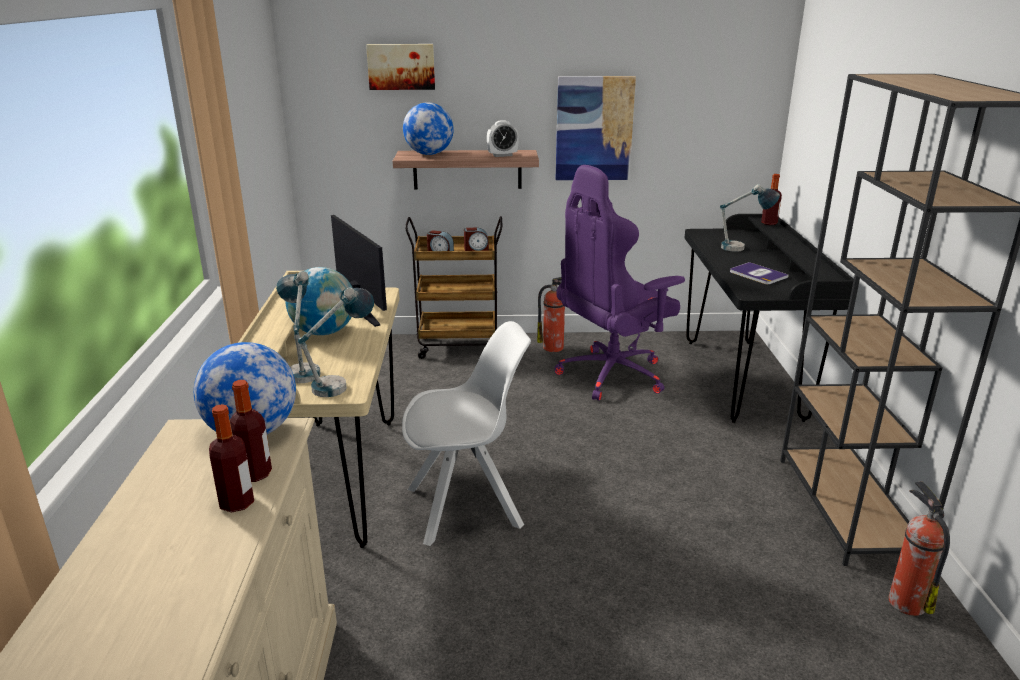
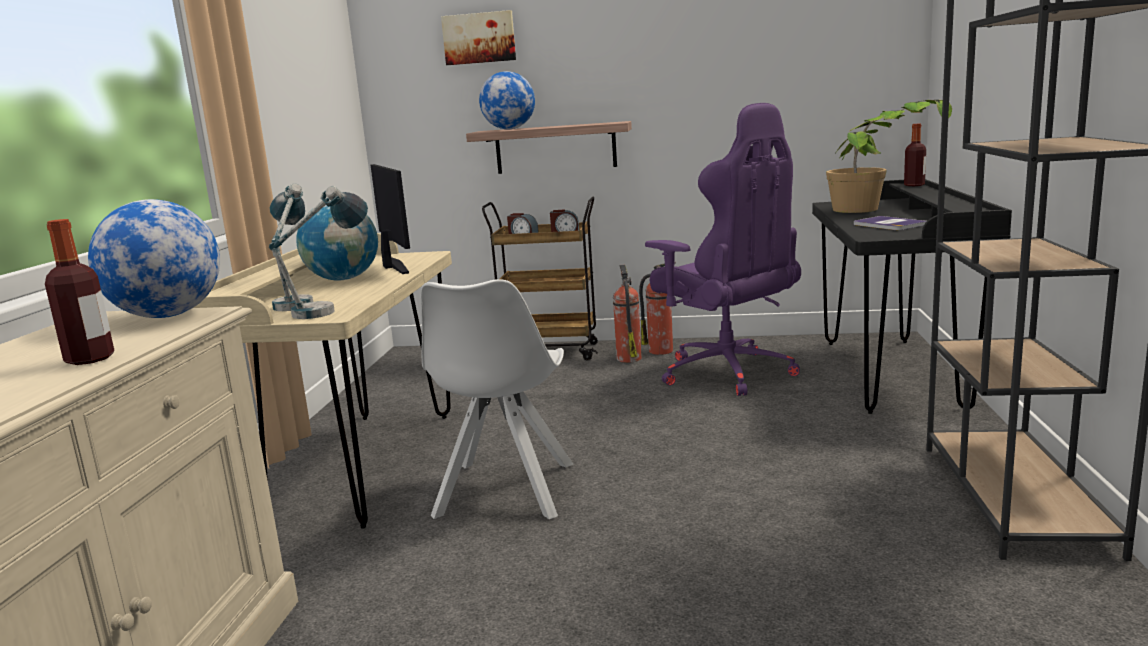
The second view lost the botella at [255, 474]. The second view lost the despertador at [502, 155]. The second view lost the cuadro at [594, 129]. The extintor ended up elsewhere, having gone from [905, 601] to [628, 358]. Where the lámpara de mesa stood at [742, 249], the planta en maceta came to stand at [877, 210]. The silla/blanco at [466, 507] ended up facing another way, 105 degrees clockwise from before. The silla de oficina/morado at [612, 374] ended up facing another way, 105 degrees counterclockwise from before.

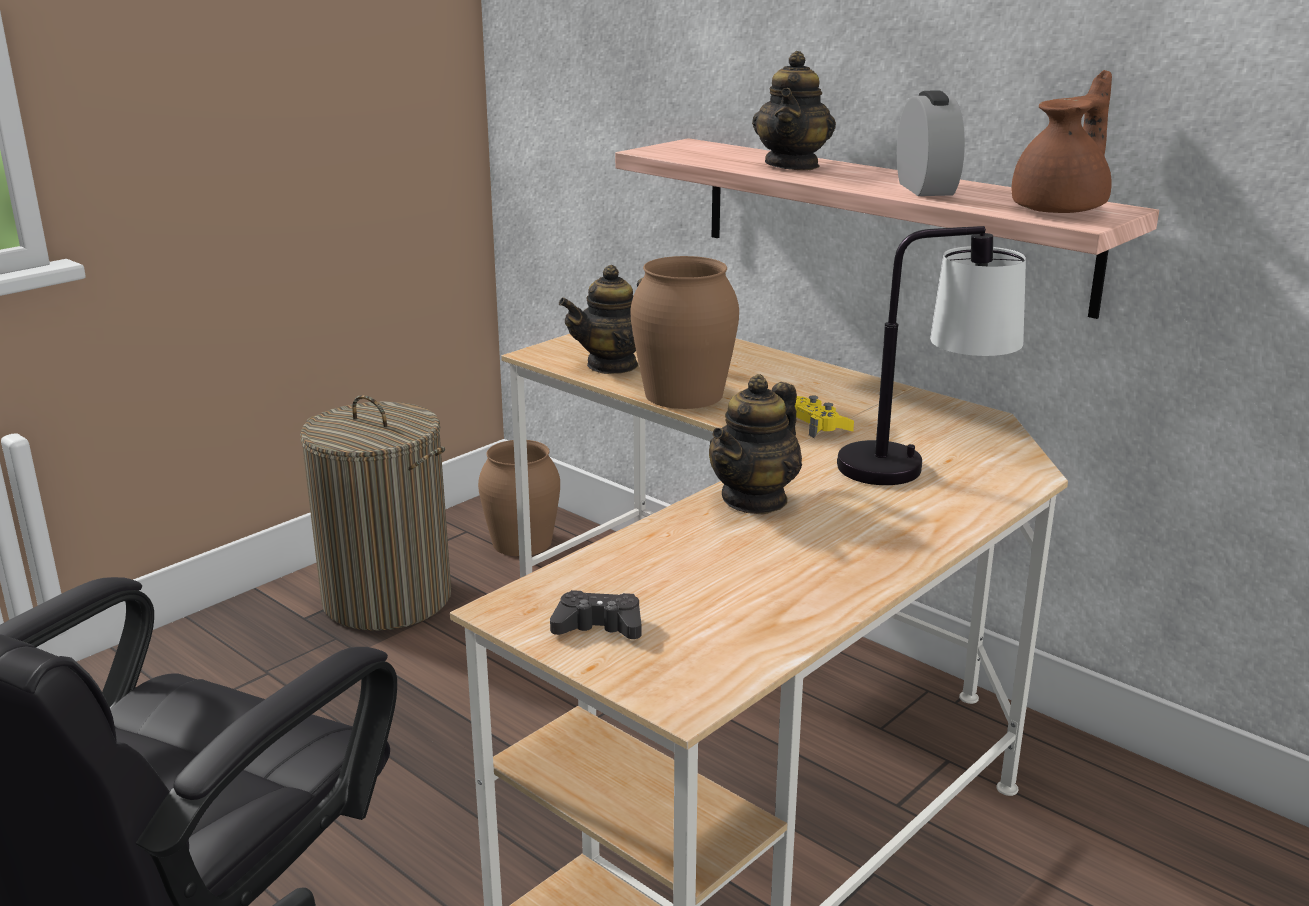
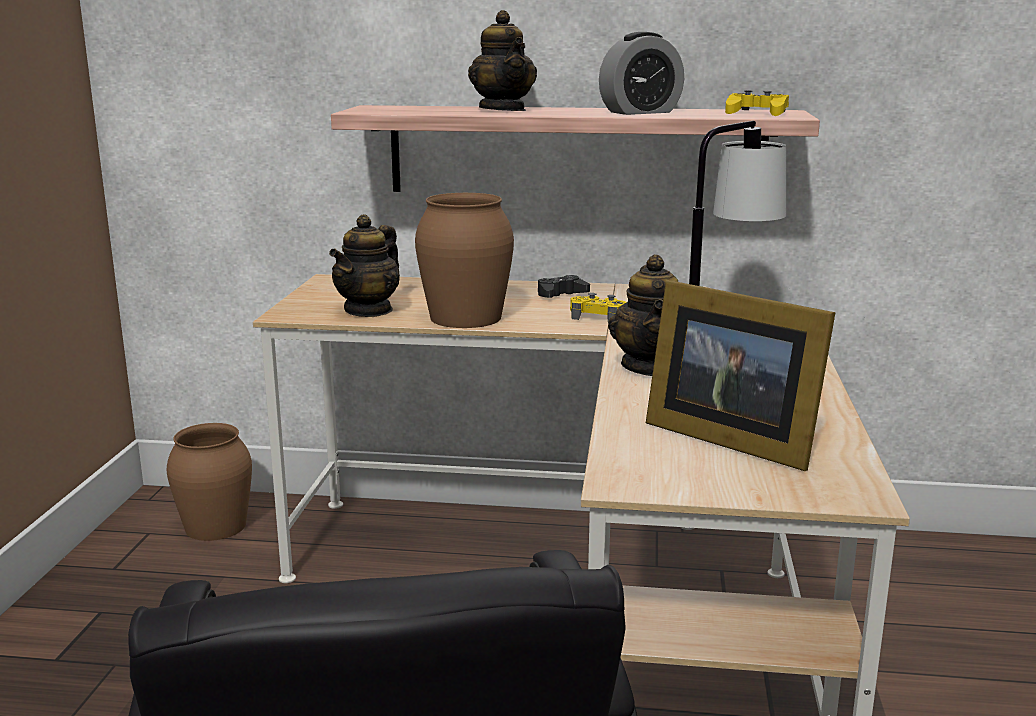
The second view lost the cesto de la ropa at [387, 598]. The second view gained the portarretratos at [729, 437]. The mando de consola/negro ended up elsewhere, having gone from [599, 626] to [561, 294]. Where the tetera/marrón stood at [1062, 209], the mando de consola/amarillo came to stand at [757, 113]. The despertador at [925, 189] ended up facing another way, 105 degrees clockwise from before.

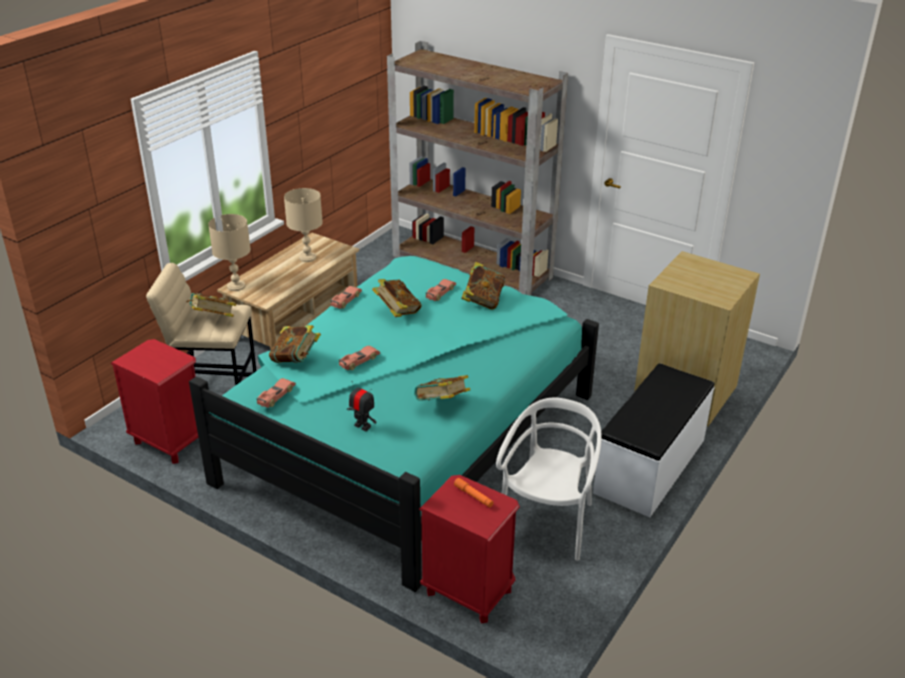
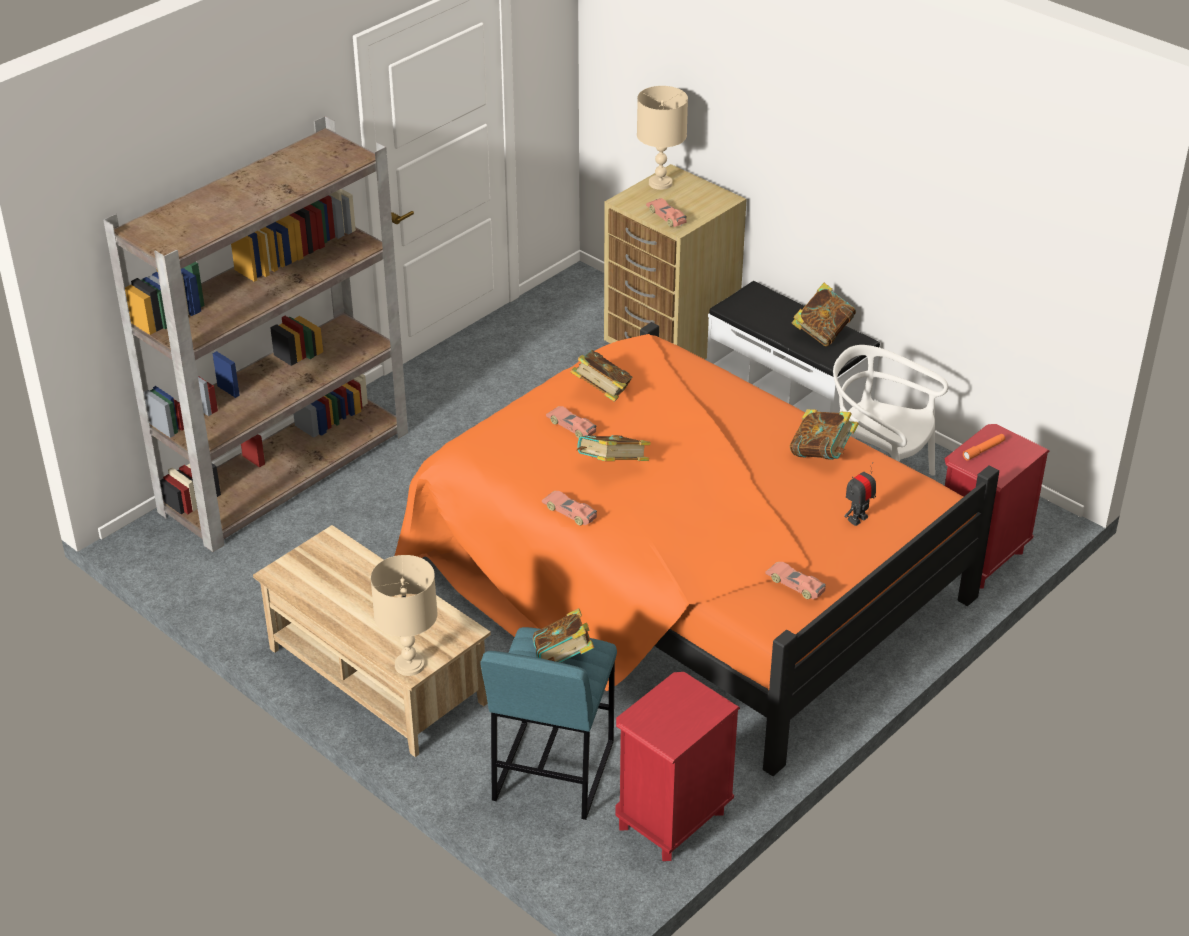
The libro ended up elsewhere, having gone from [296, 360] to [822, 333]. The lámpara de mesa/beis ended up elsewhere, having gone from [307, 258] to [660, 183]. The coche de juguete ended up elsewhere, having gone from [359, 361] to [667, 217]. What was the taburete/beis at [213, 391] turned into the taburete/azul at [552, 773]. What was the cama/turquesa at [405, 428] turned into the cama/naranja at [684, 578].

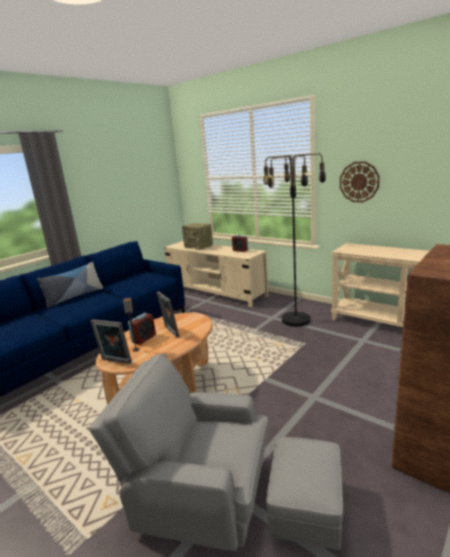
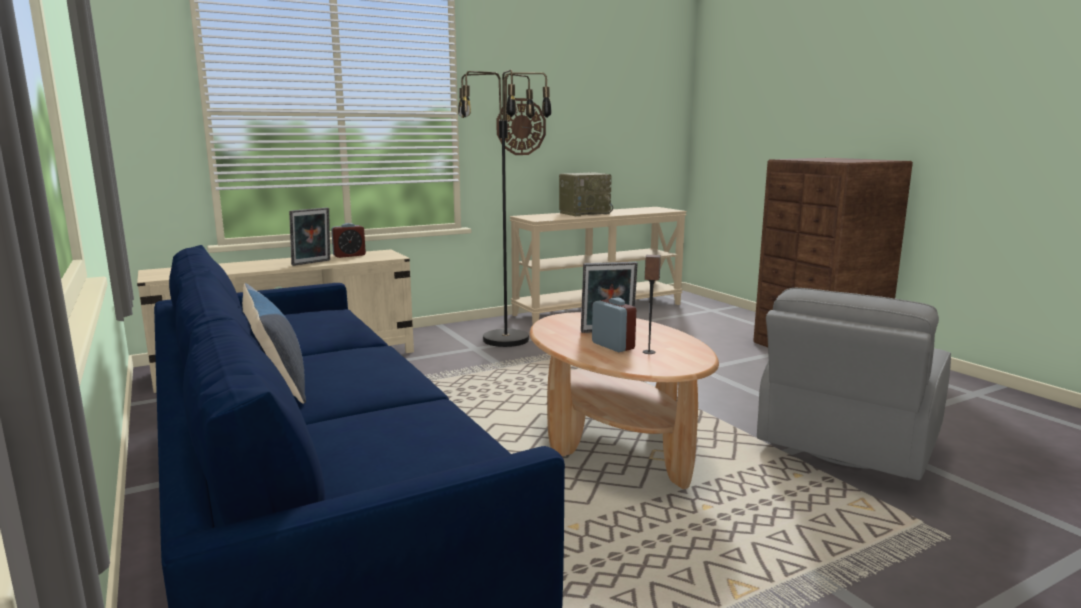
The portarretratos ended up elsewhere, having gone from [115, 362] to [312, 263]. The radio ended up elsewhere, having gone from [199, 246] to [585, 213].

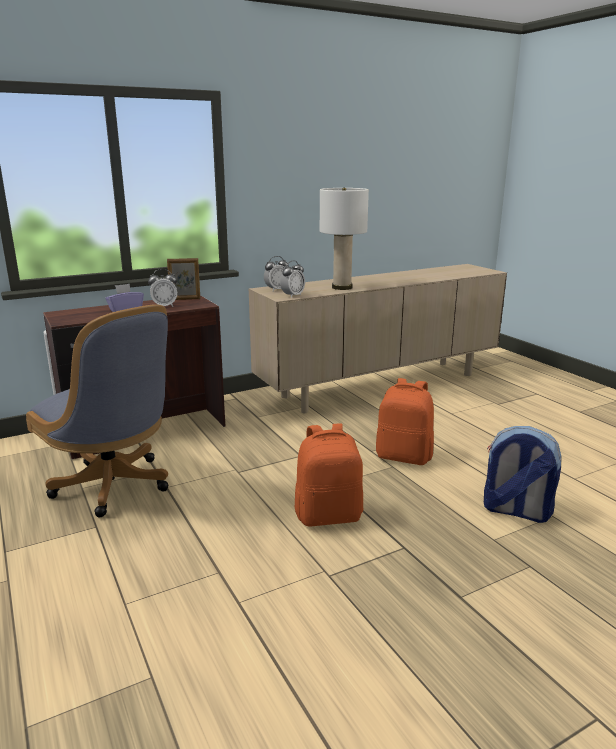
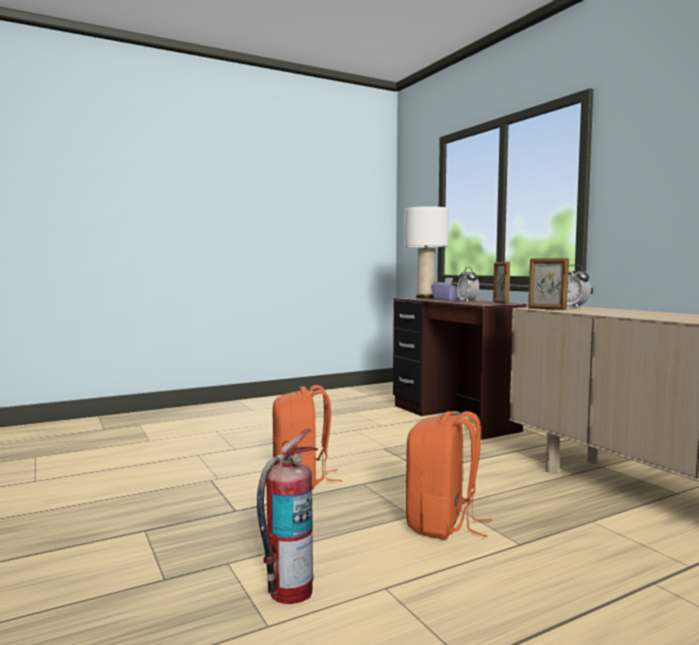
The second view lost the silla de oficina/azul at [118, 489]. The lámpara de mesa/blanco ended up elsewhere, having gone from [341, 287] to [425, 298]. Where the despertador stood at [292, 295], the portarretratos came to stand at [547, 309]. Where the mochila stood at [515, 511], the extintor came to stand at [289, 591].

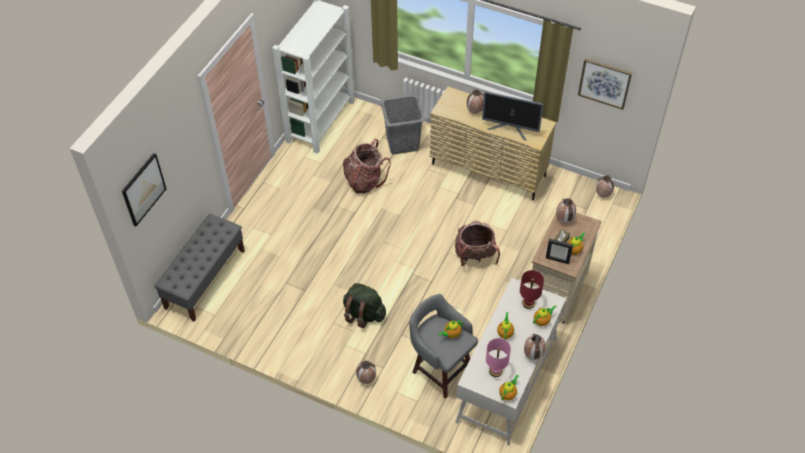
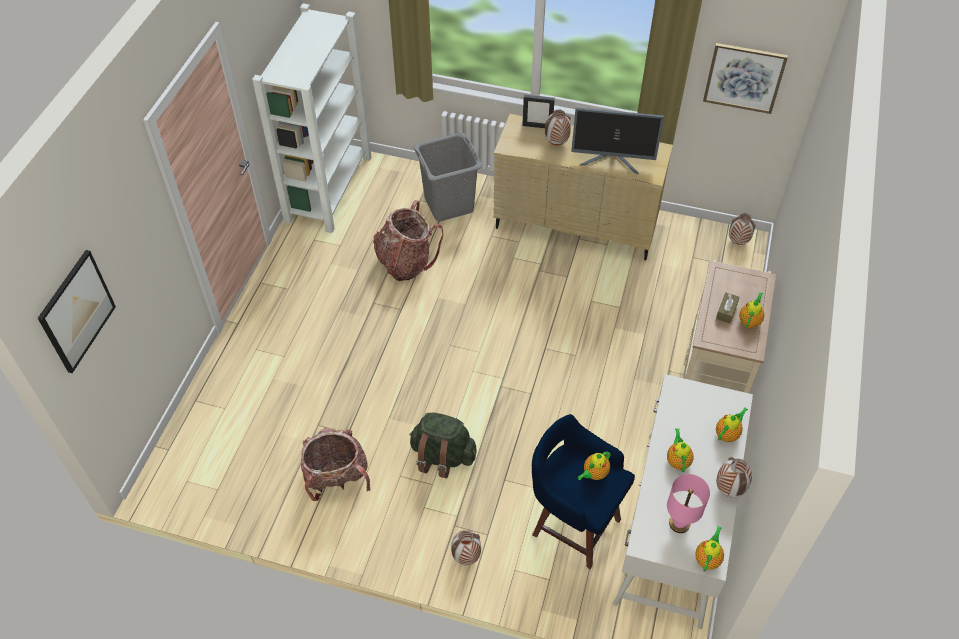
The second view lost the banco/gris at [205, 279]. The second view lost the lámpara de mesa/rojo at [528, 303]. The second view lost the florero at [564, 220]. The mochila ended up elsewhere, having gone from [475, 256] to [337, 478]. The portarretratos ended up elsewhere, having gone from [557, 259] to [537, 125]. What was the taburete/gris at [440, 369] turned into the taburete/azul at [573, 525].

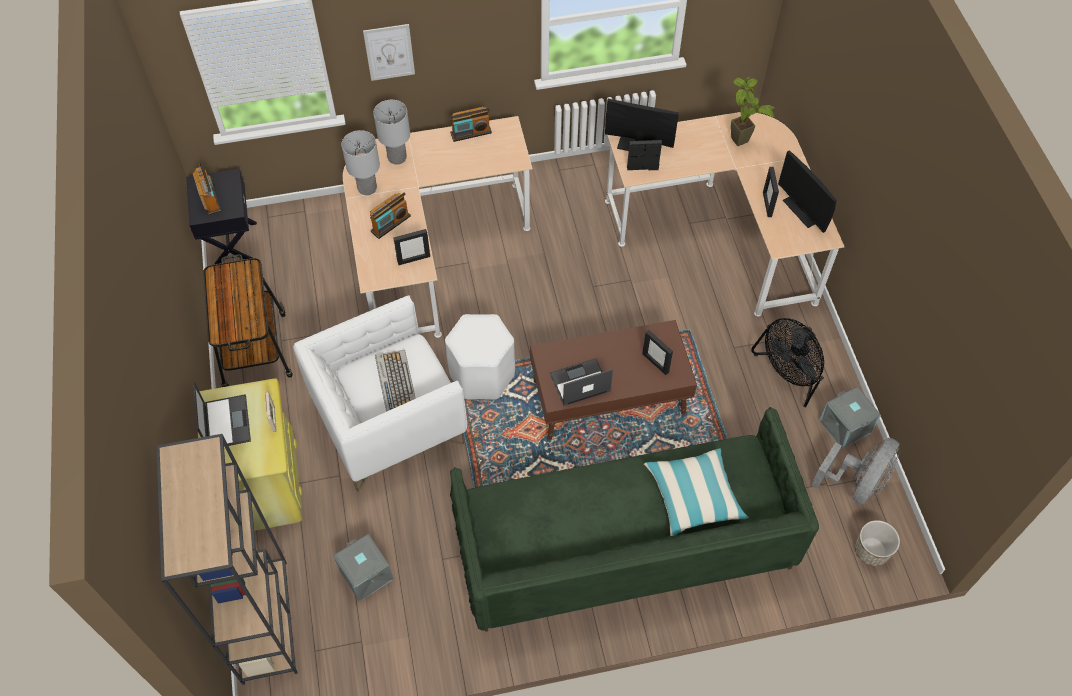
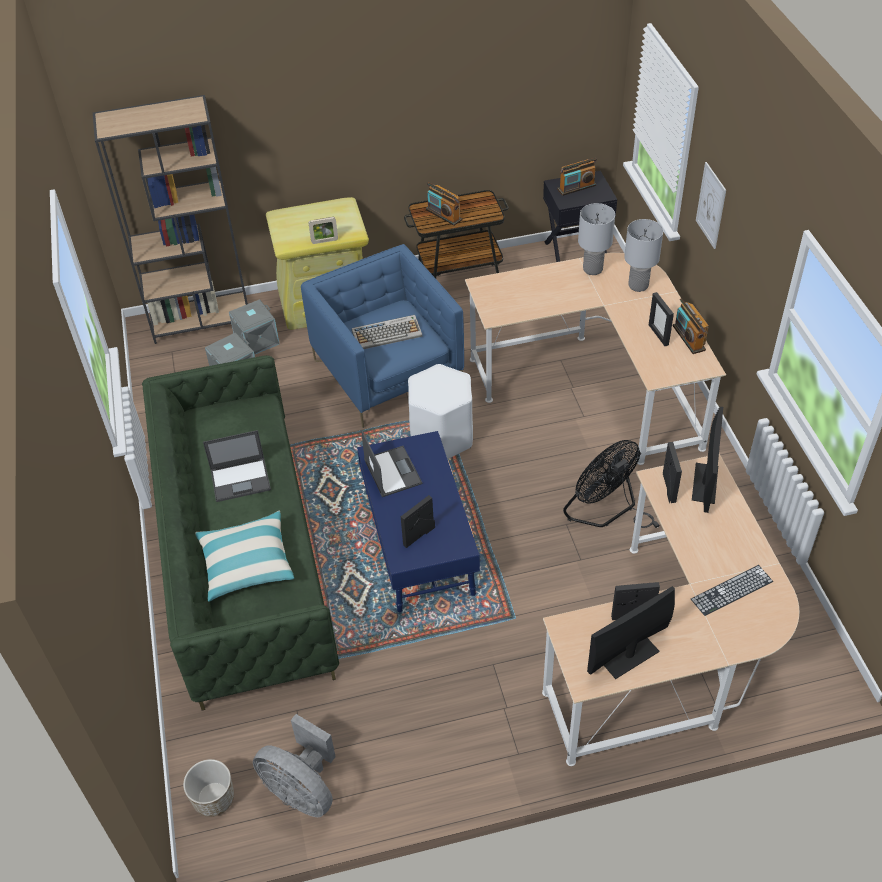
The portátil ended up elsewhere, having gone from [226, 421] to [241, 479]. The radio ended up elsewhere, having gone from [390, 224] to [444, 215]. The portarretratos ended up elsewhere, having gone from [413, 258] to [659, 334]. The ventilador/negro ended up elsewhere, having gone from [789, 370] to [612, 508]. The caja de almacenaje/gris ended up elsewhere, having gone from [846, 426] to [256, 341]. Where the planta en maceta stood at [741, 145], the teclado came to stand at [732, 590]. What was the sillón/blanco at [389, 421] turned into the sillón/azul at [387, 374]. What was the mesa de centro/marrón at [608, 397] turned into the mesa de centro/azul at [418, 541].

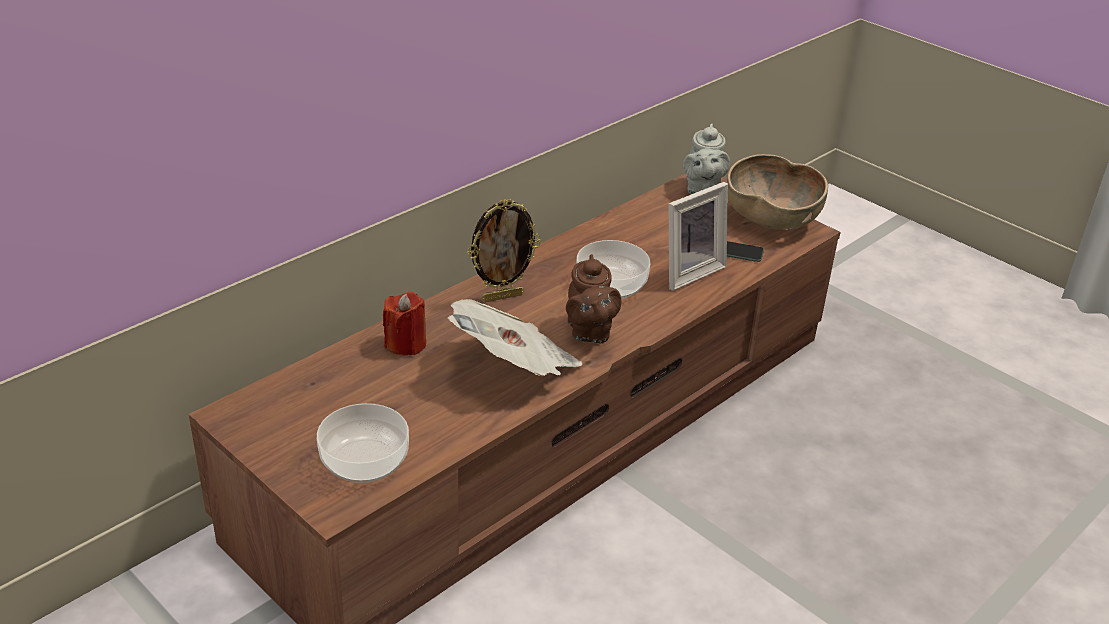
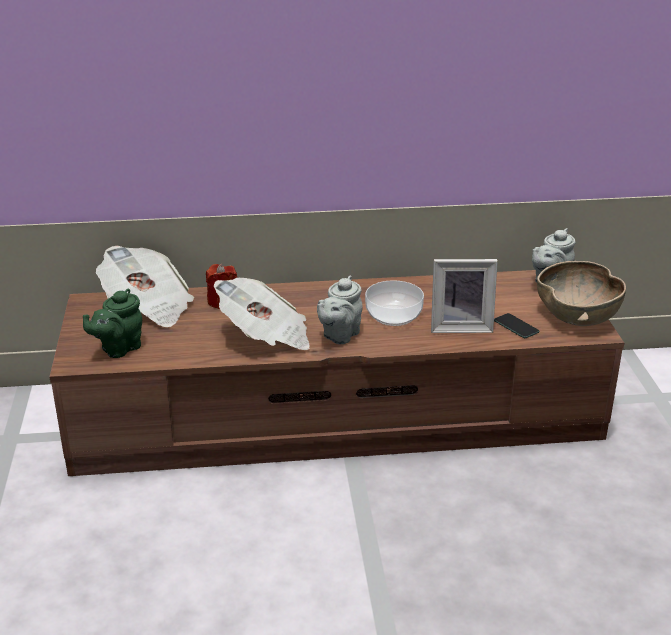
The second view lost the portarretratos at [502, 296]. The second view gained the periódico at [148, 307]. Where the cuenco stood at [364, 460], the tetera/verde came to stand at [118, 349]. What was the tetera/marrón at [589, 332] turned into the tetera/gris at [339, 335].

